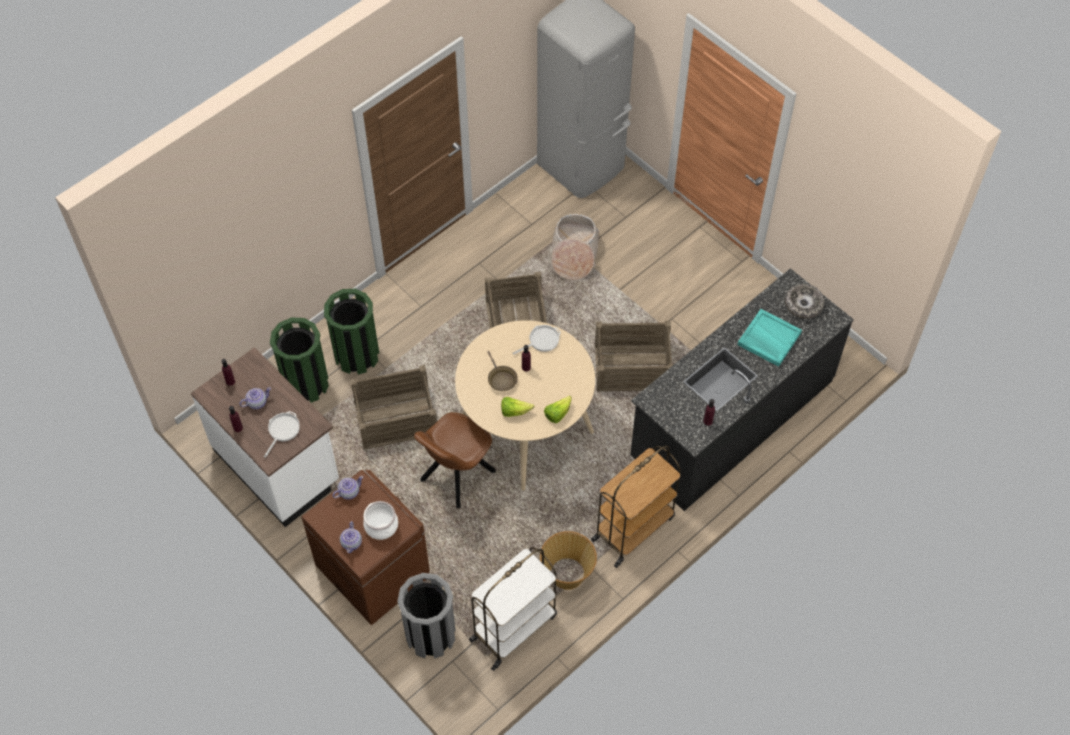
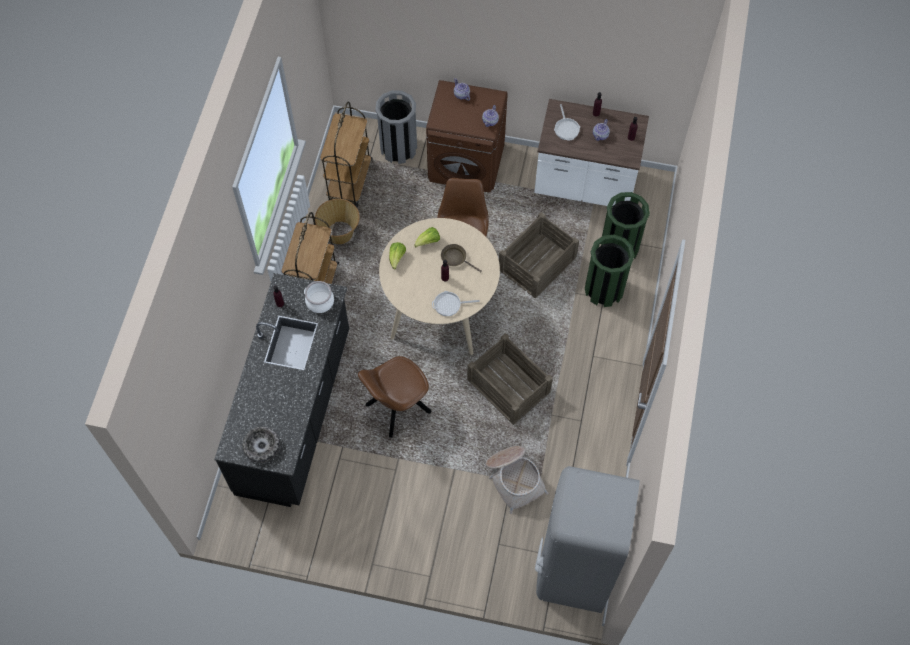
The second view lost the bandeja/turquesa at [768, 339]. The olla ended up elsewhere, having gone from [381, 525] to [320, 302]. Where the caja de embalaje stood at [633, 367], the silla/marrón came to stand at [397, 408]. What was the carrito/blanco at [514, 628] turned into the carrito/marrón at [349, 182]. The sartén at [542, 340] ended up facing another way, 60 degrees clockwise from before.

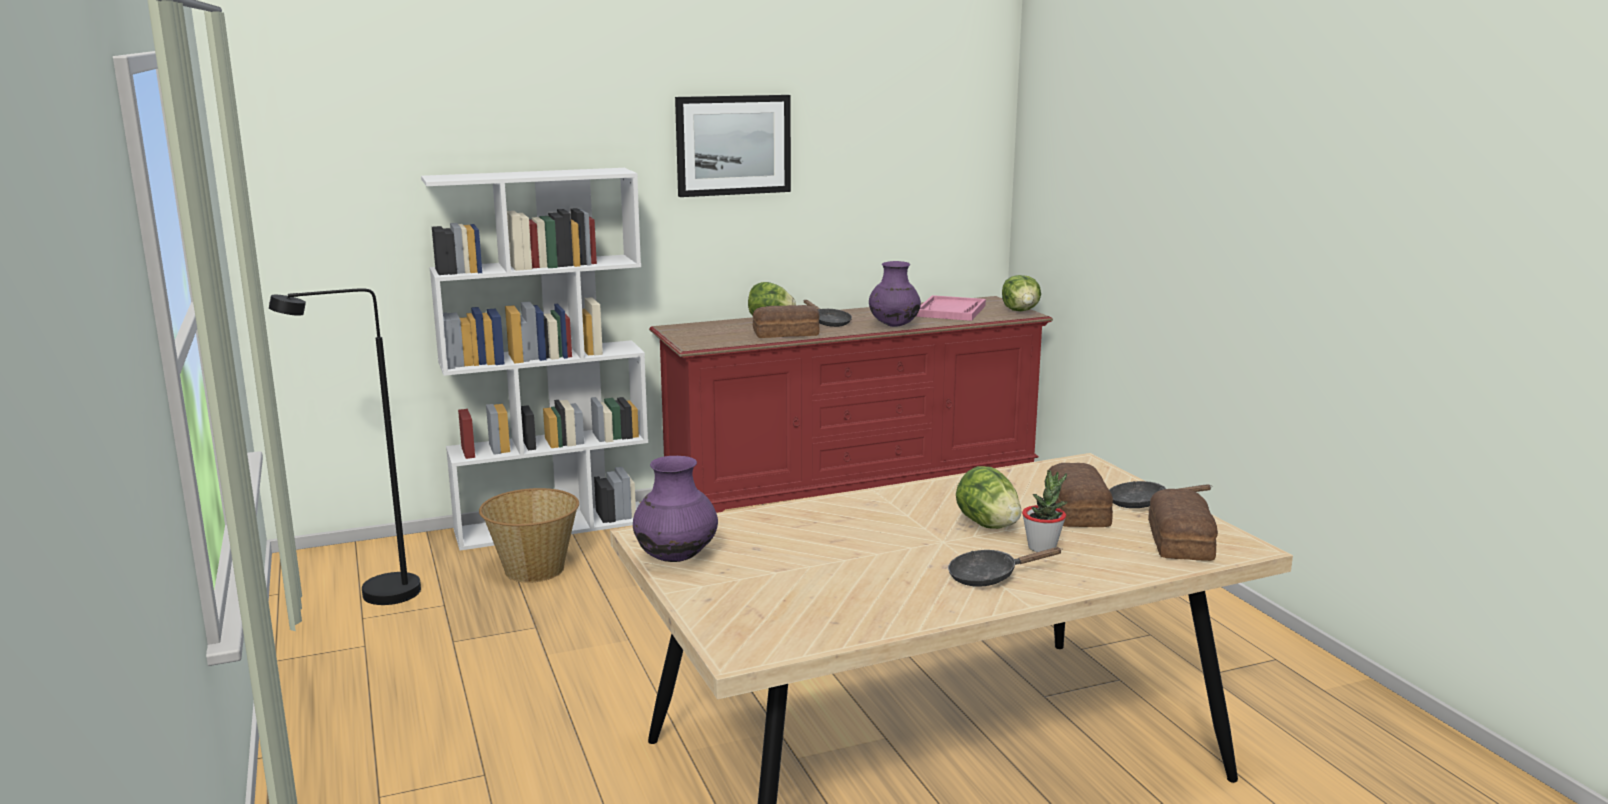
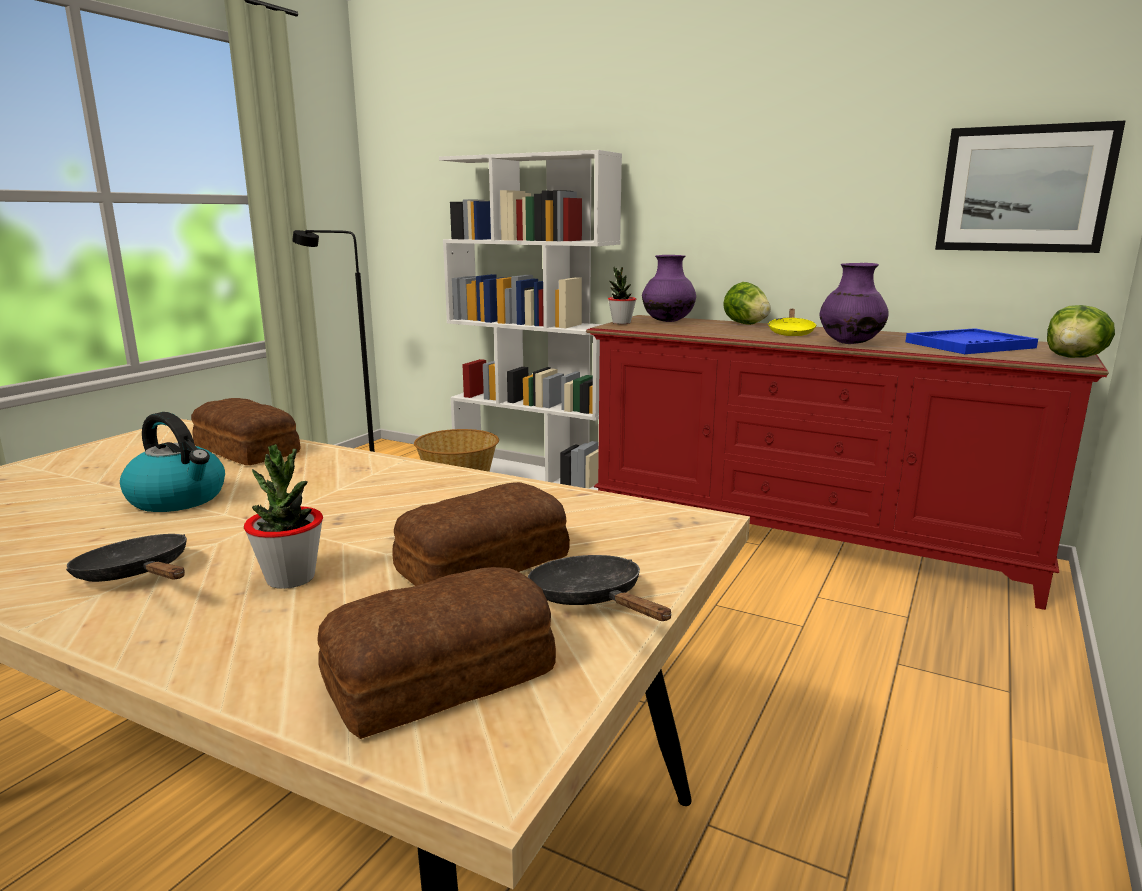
The second view lost the lechuga at [987, 525]. The second view gained the hervidor at [179, 499]. The second view gained the planta en maceta at [621, 323]. The florero/morado ended up elsewhere, having gone from [676, 558] to [668, 322]. The cuadro ended up elsewhere, having gone from [733, 145] to [1023, 189]. The pan ended up elsewhere, having gone from [787, 333] to [246, 450]. What was the sartén/negro at [828, 322] turned into the sartén/amarillo at [790, 332]. What was the bandeja/rosa at [951, 311] turned into the bandeja/azul at [969, 345].

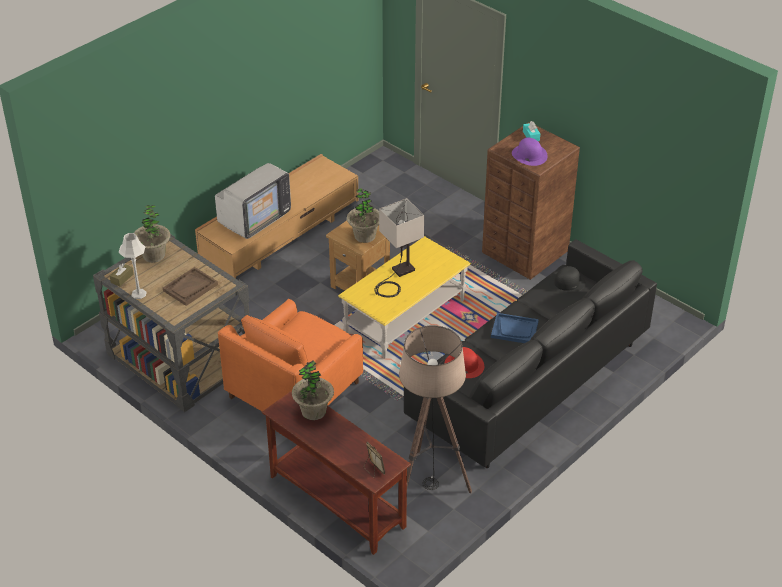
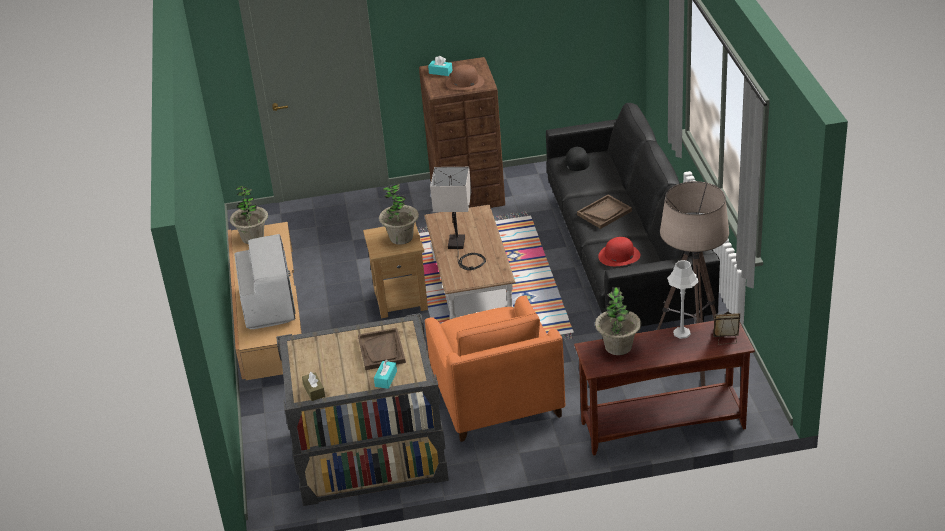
The second view gained the caja de pañuelos/turquesa at [386, 379]. The lámpara de mesa/gris ended up elsewhere, having gone from [138, 294] to [682, 333]. The planta en maceta ended up elsewhere, having gone from [154, 255] to [253, 237]. What was the mesa de centro/amarillo at [405, 317] turned into the mesa de centro/marrón at [472, 291]. What was the bandeja/azul at [514, 330] turned into the bandeja/marrón at [604, 213]. What was the sombrero/morado at [529, 155] turned into the sombrero/marrón at [464, 82].

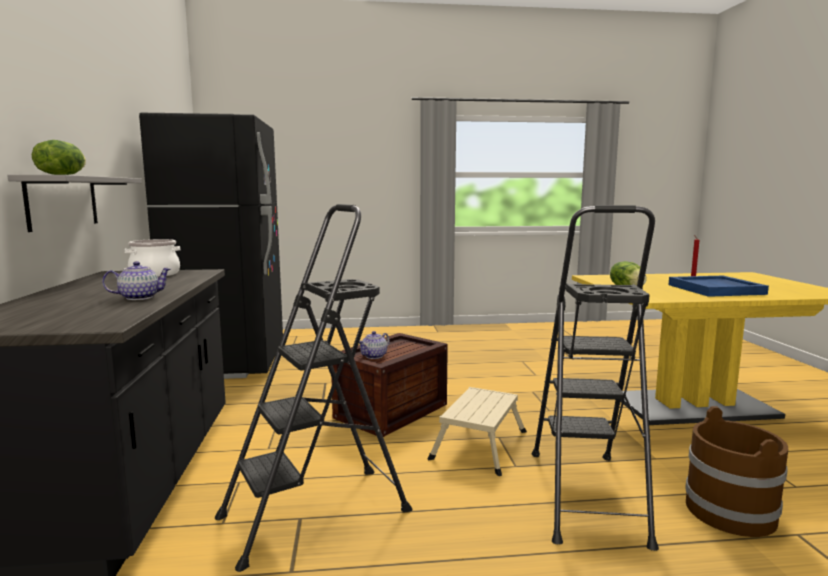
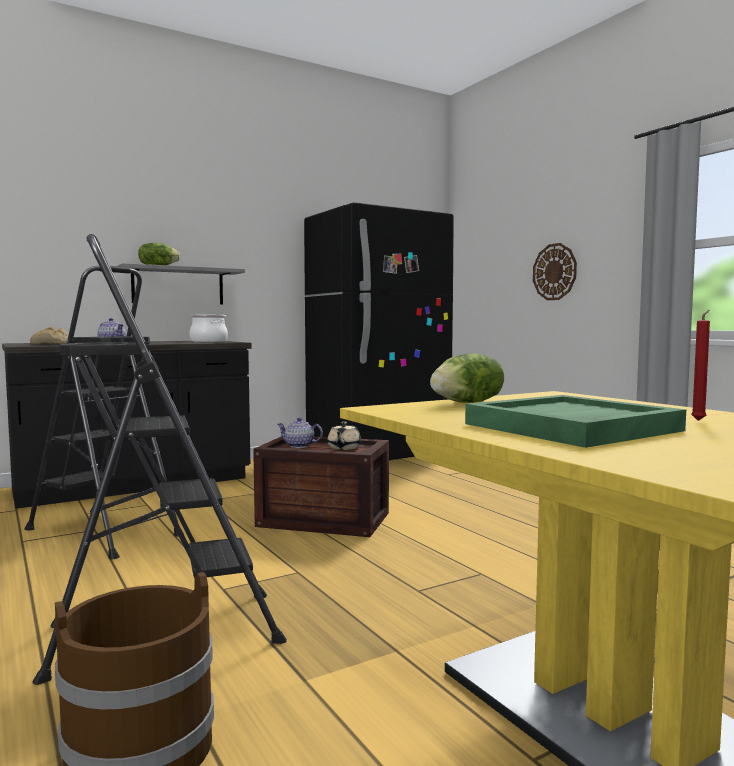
The second view lost the escalera de tijera/beis at [480, 444]. The second view gained the pan at [51, 344]. The second view gained the tetera/beis at [343, 448]. The second view gained the reloj de pared at [554, 272]. What was the bandeja/azul at [716, 289] turned into the bandeja/verde at [571, 427].

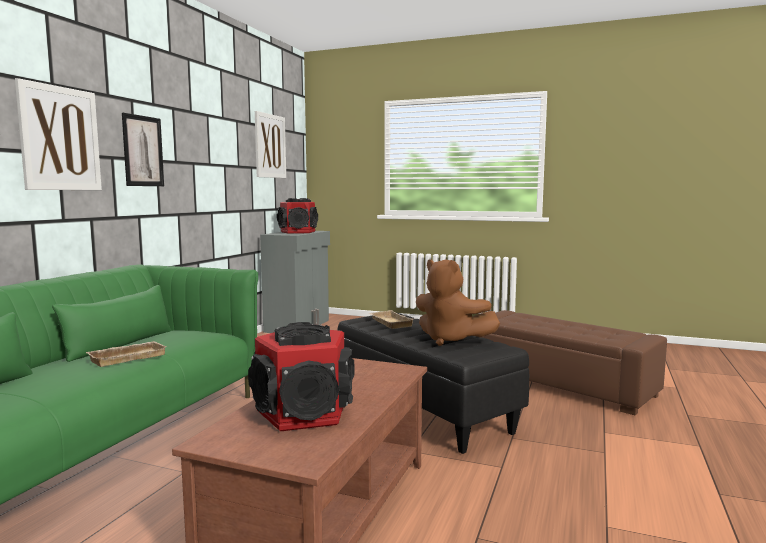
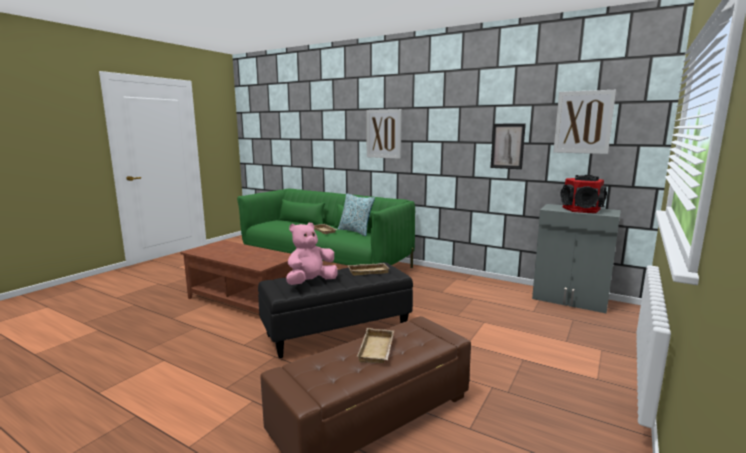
The second view lost the altavoz at [304, 413]. The second view gained the cojín at [355, 231]. The second view gained the bandeja/beis at [378, 350]. The cuadro ended up elsewhere, having gone from [143, 151] to [507, 146]. What was the peluche/marrón at [451, 340] turned into the peluche/rosa at [310, 282].

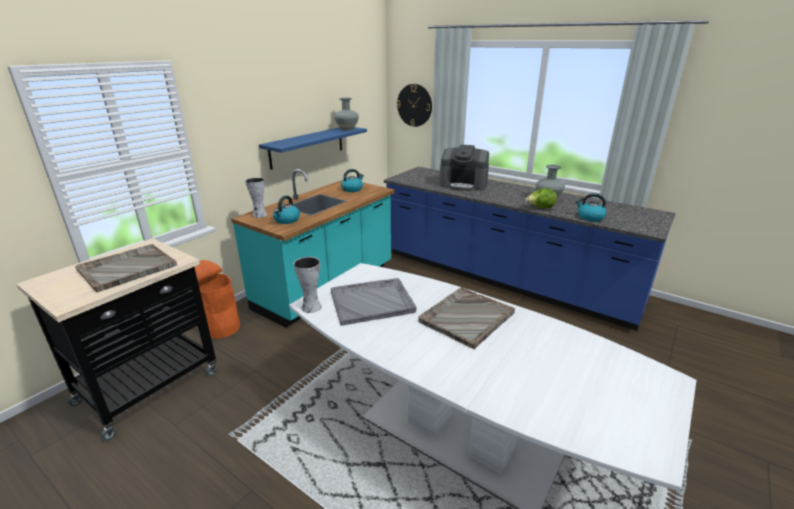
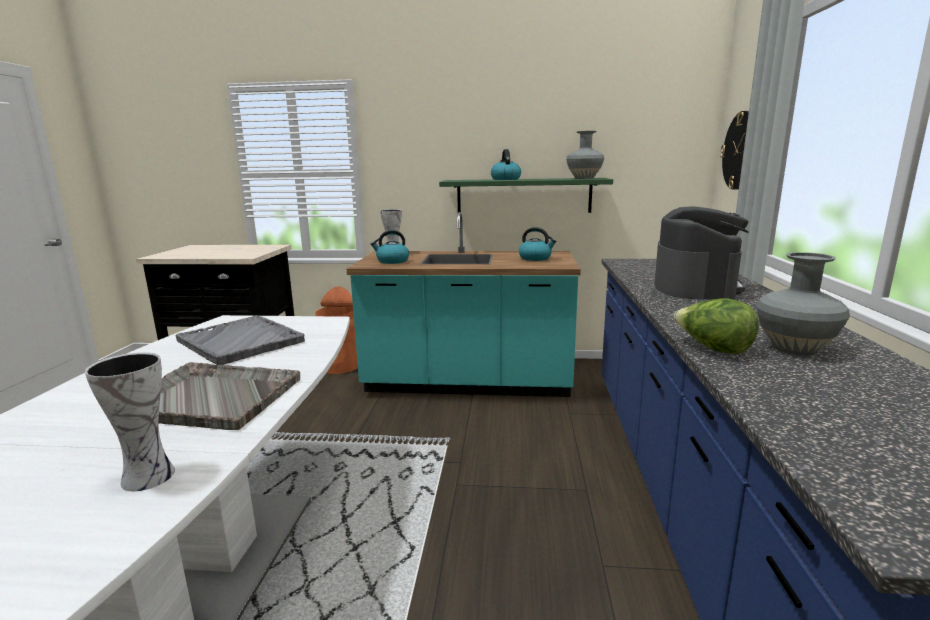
The second view lost the bandeja/gris at [126, 268]. The florero ended up elsewhere, having gone from [310, 307] to [148, 475]. The hervidor ended up elsewhere, having gone from [590, 217] to [505, 179]. What was the estante/azul at [307, 146] turned into the estante/verde at [523, 196]. The cafetera at [463, 184] ended up facing another way, 150 degrees counterclockwise from before.

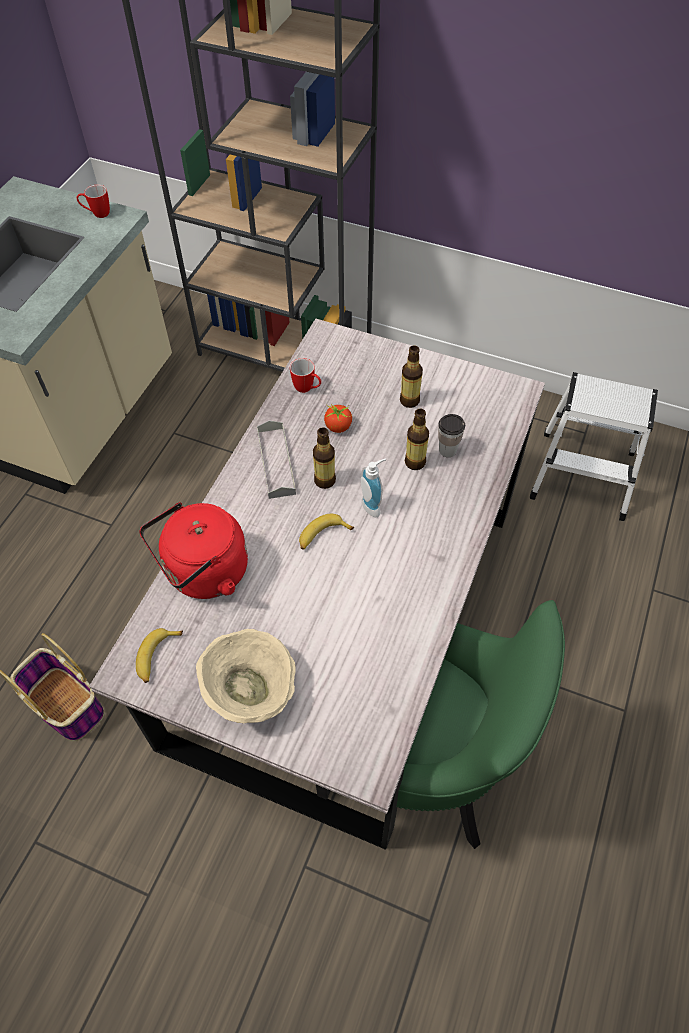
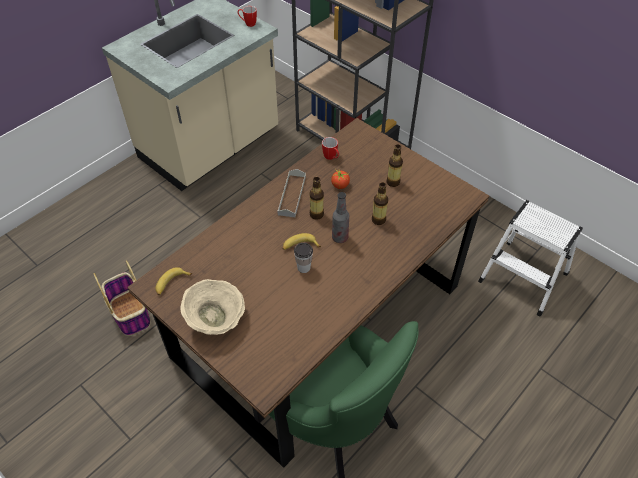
The second view lost the hervidor/rojo at [203, 573]. The taza ended up elsewhere, having gone from [447, 450] to [304, 267]. Where the dispensador de jabón stood at [373, 505], the botella came to stand at [340, 238]. What was the mesa de comedor/gris at [348, 623] turned into the mesa de comedor/marrón at [320, 321].

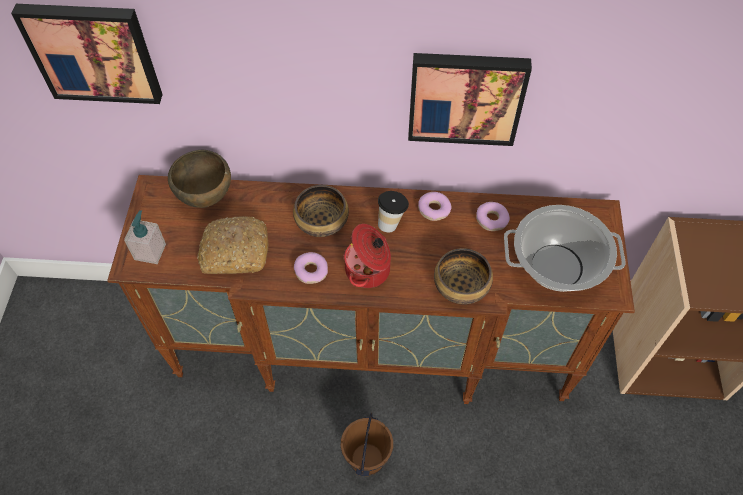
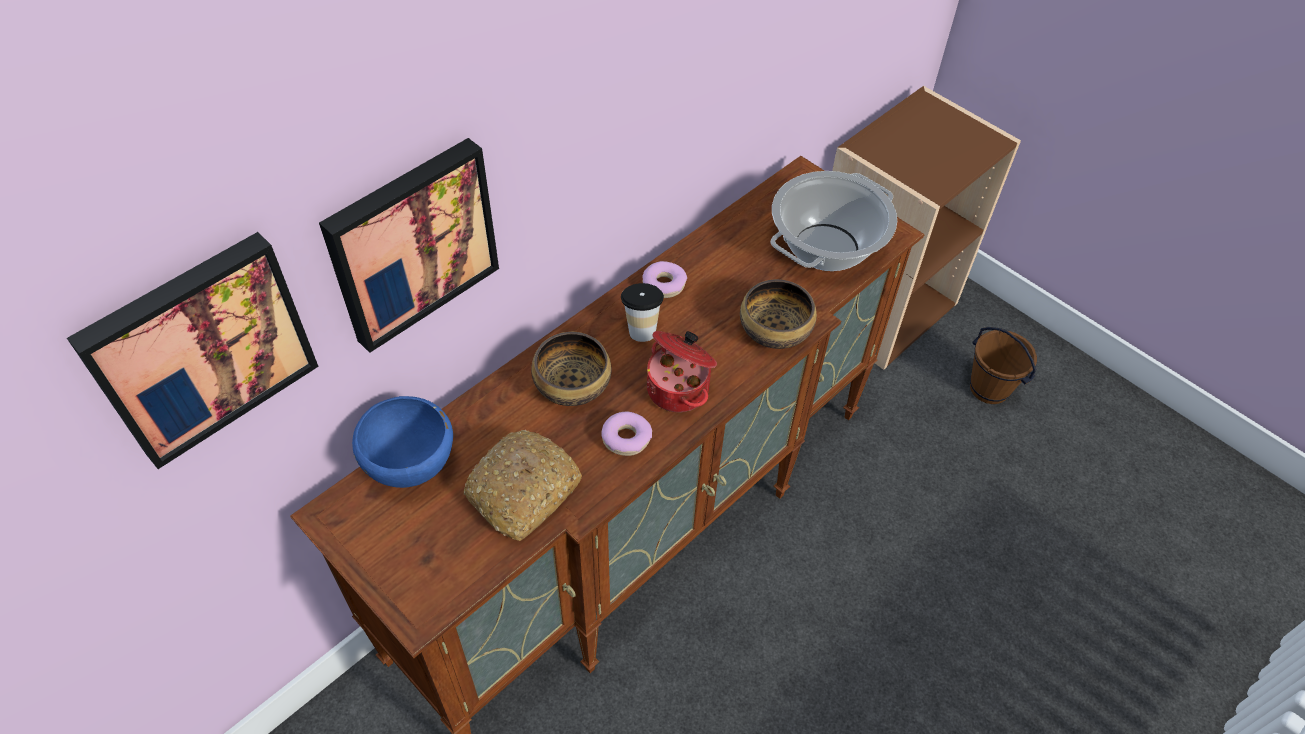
The second view lost the dispensador de jabón at [150, 251]. The second view lost the rosquilla at [491, 220]. The cubo/marrón ended up elsewhere, having gone from [367, 459] to [989, 388]. The cuadro ended up elsewhere, having gone from [465, 97] to [411, 242]. What was the cuenco/marrón at [206, 197] turned into the cuenco/azul at [413, 467].

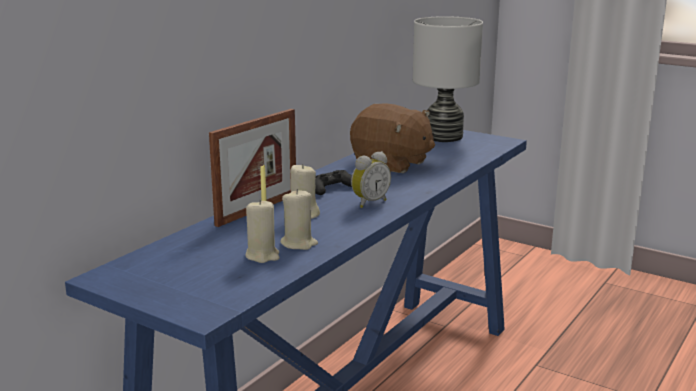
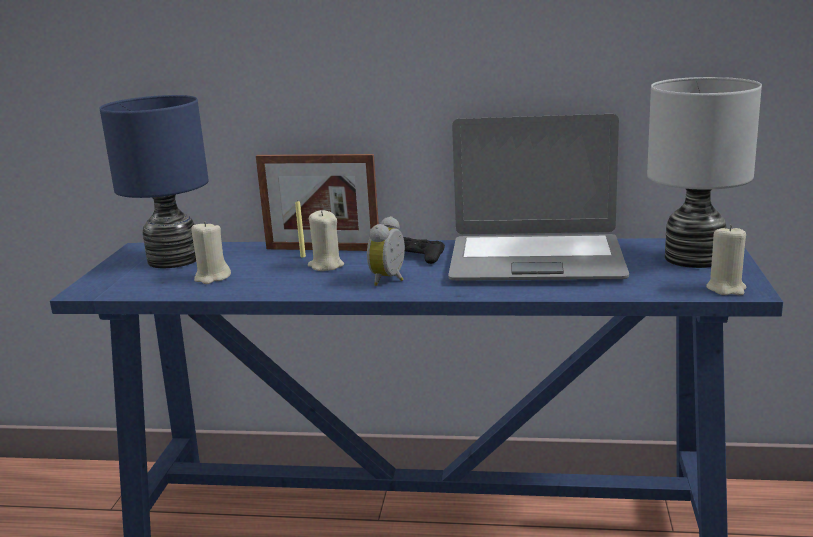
The second view gained the lámpara de mesa/azul at [174, 260]. The vela/beis ended up elsewhere, having gone from [299, 244] to [726, 288]. Where the peluche/marrón stood at [391, 164], the portátil came to stand at [536, 260]. The despertador at [369, 202] ended up facing another way, 90 degrees clockwise from before.

